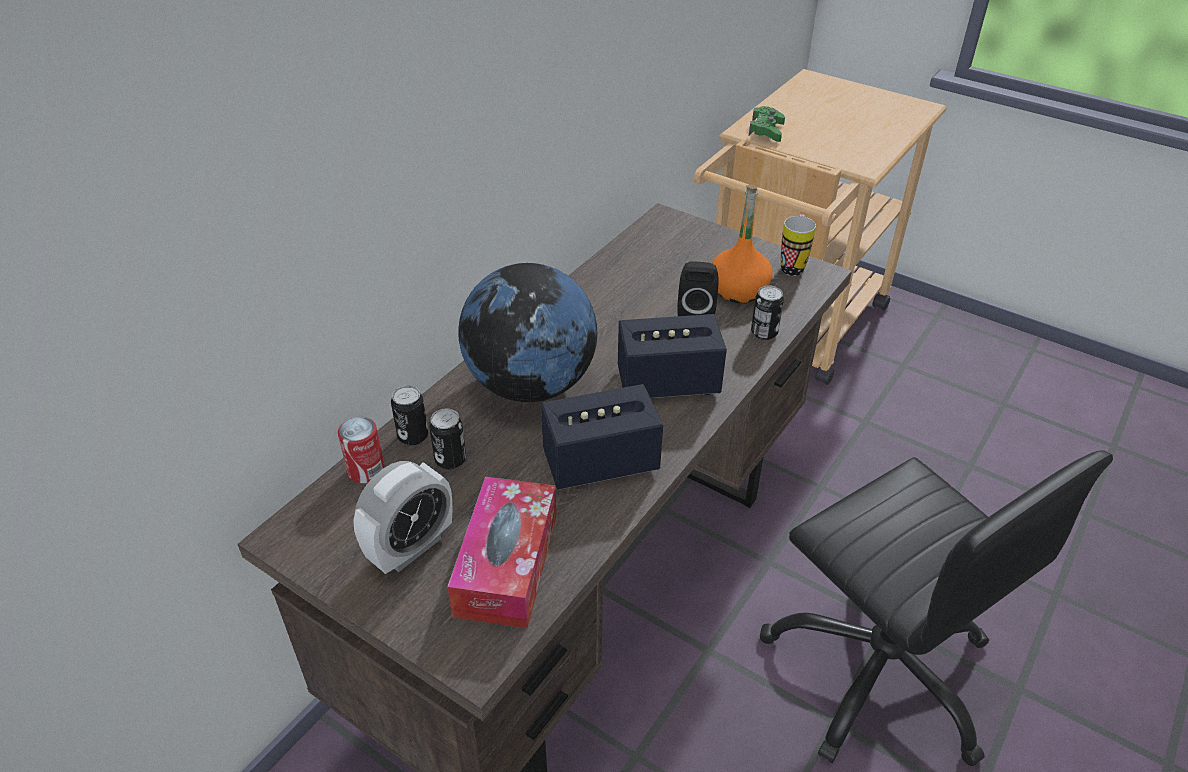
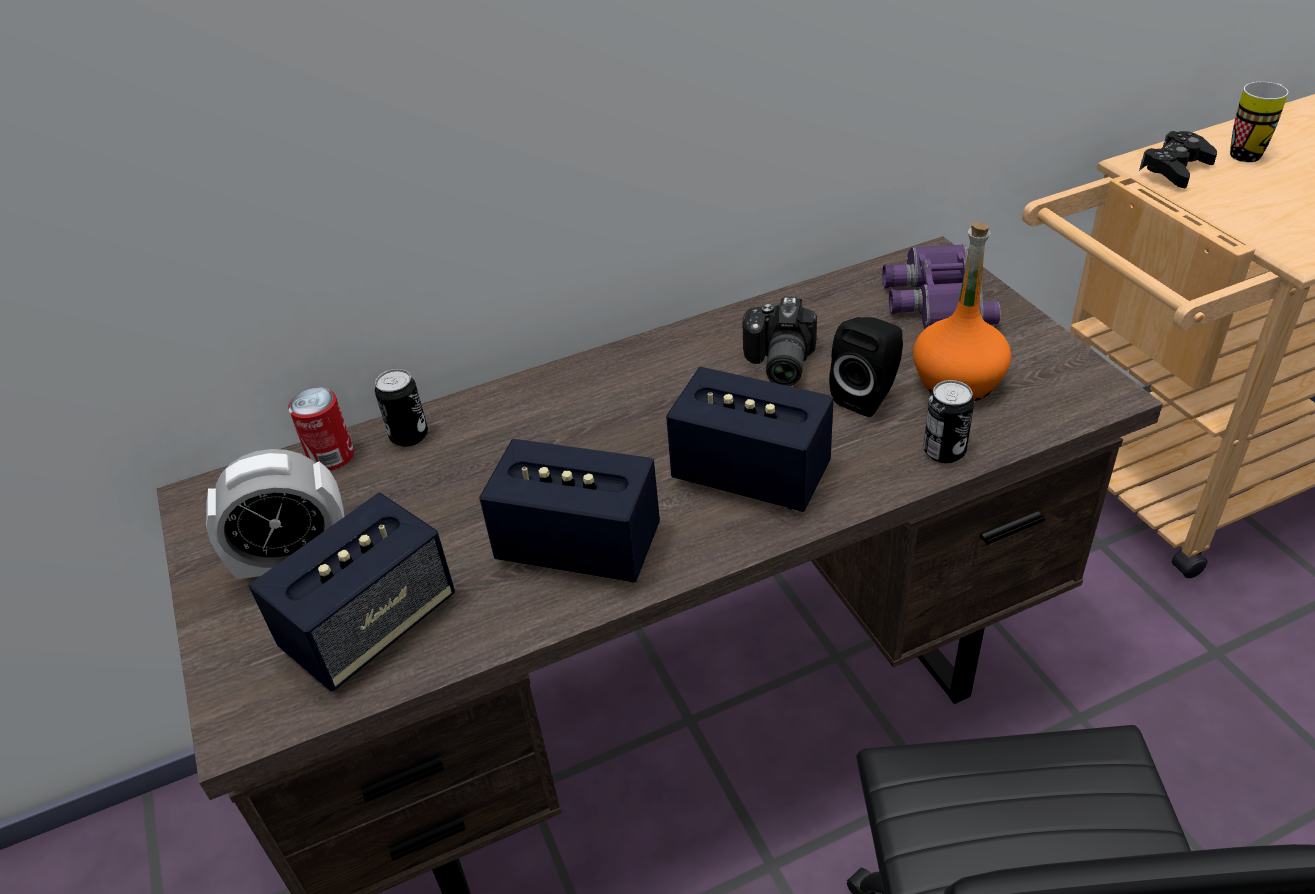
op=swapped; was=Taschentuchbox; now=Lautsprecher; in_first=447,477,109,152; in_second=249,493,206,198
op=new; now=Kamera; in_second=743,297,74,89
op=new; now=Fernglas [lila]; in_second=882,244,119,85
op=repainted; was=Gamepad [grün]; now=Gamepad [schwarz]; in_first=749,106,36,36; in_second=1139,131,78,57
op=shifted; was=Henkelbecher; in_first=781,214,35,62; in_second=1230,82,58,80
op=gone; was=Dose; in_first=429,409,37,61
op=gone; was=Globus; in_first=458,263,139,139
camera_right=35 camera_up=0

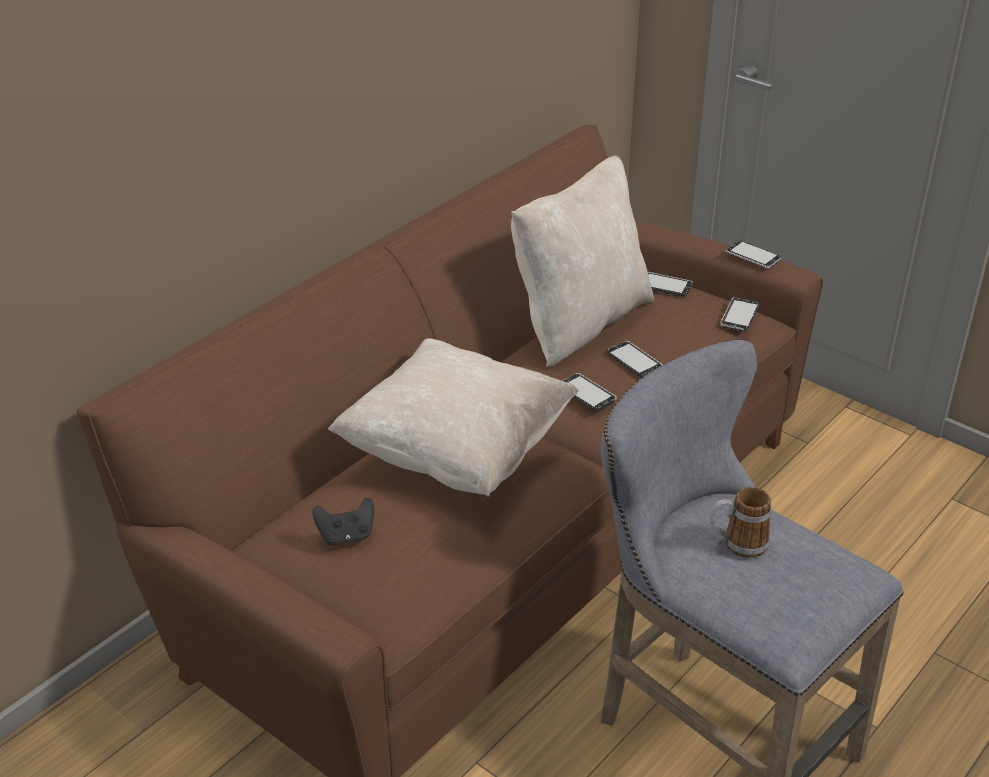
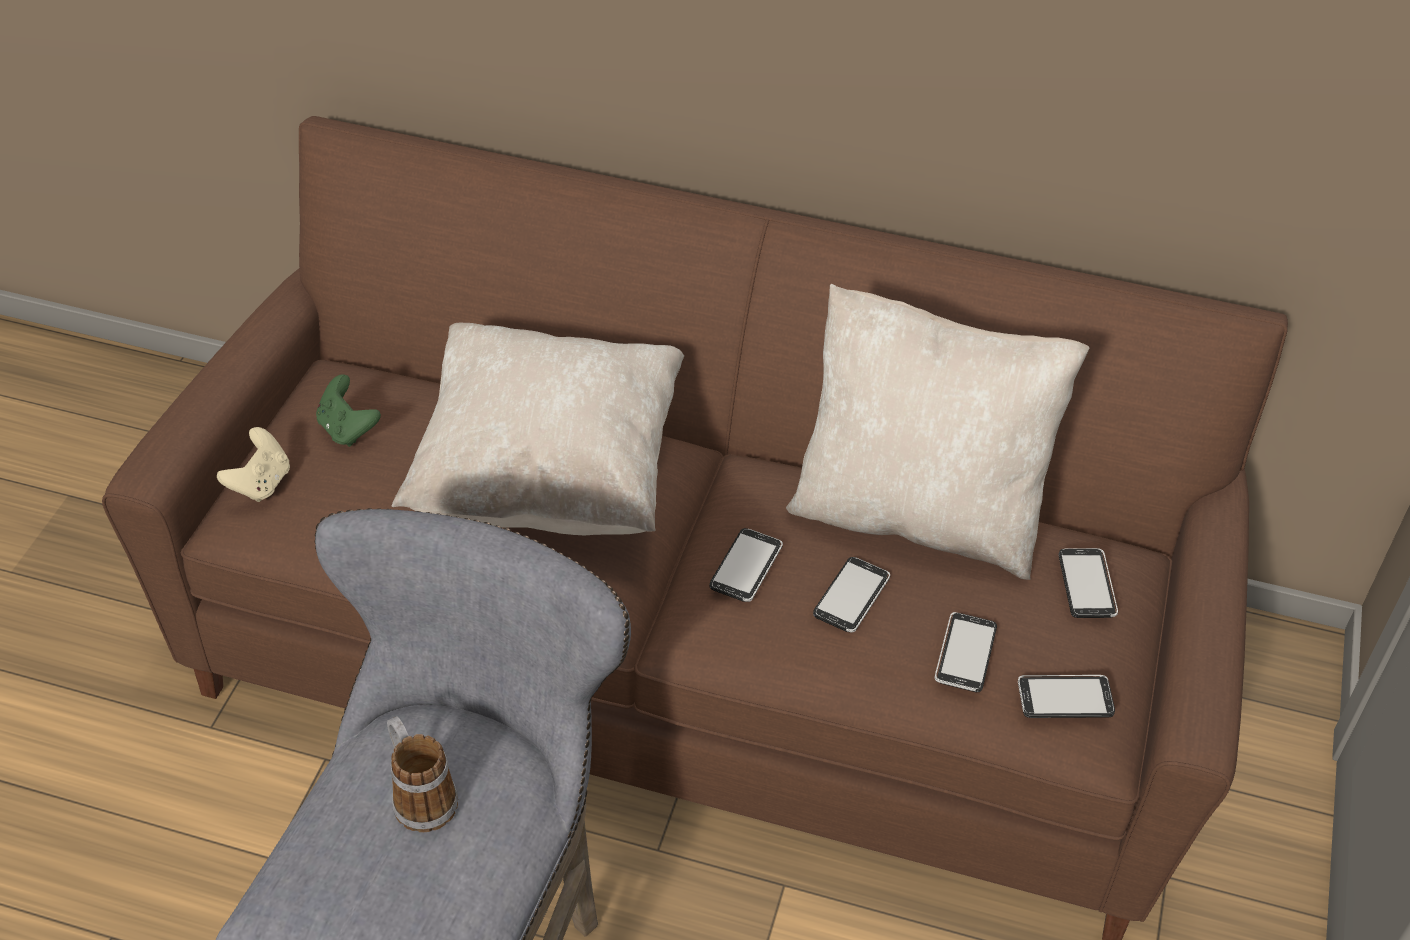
op=new; now=Gamepad [beige]; in_second=217,427,73,75
op=repainted; was=Gamepad [schwarz]; now=Gamepad [grün]; in_first=313,497,61,48; in_second=316,374,65,73
op=shifted; was=Handy; in_first=725,240,56,29; in_second=934,612,63,80
camera_right=65 camera_up=10

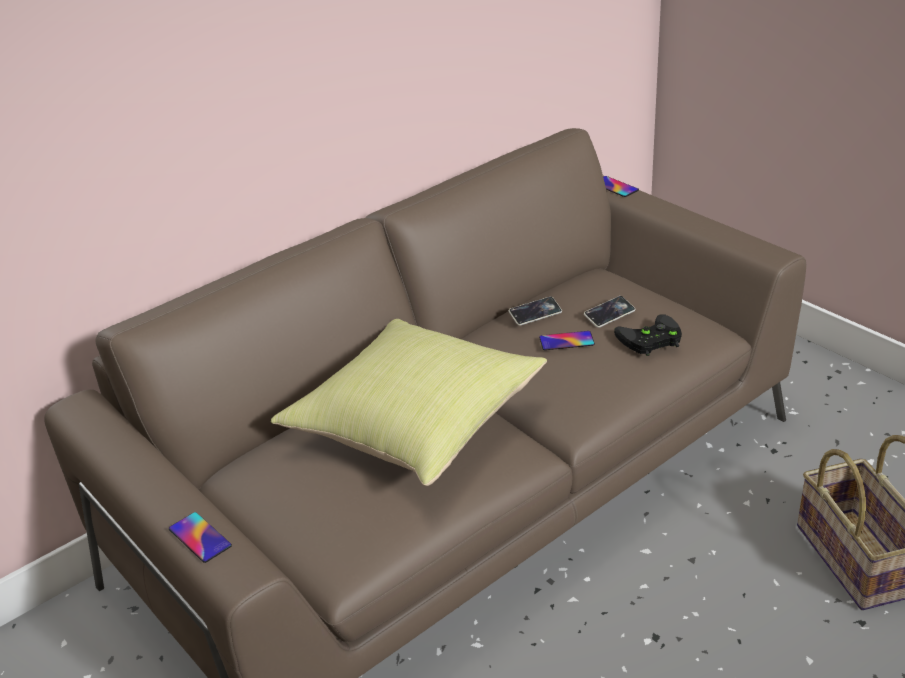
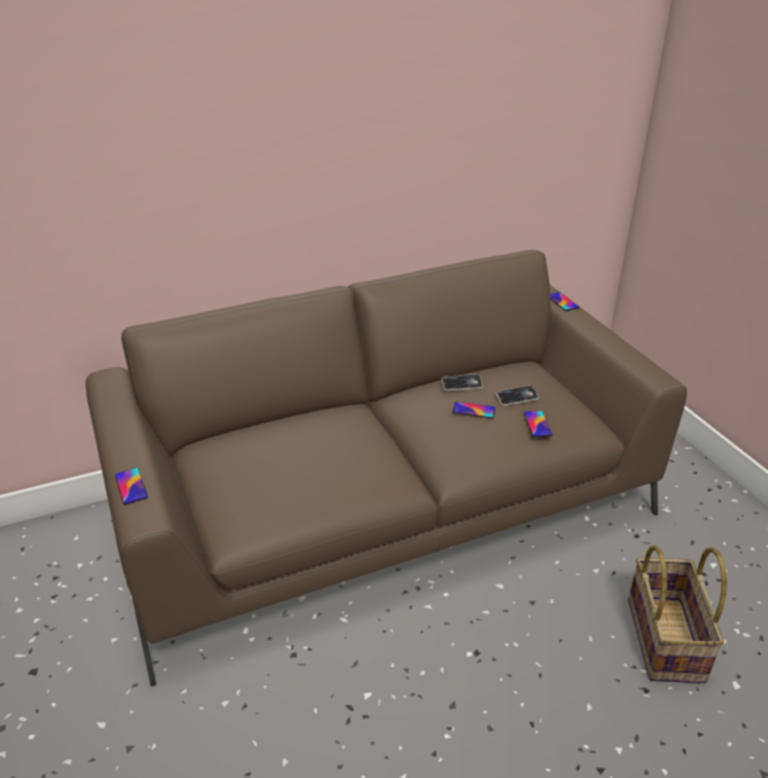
op=swapped; was=Gamepad [schwarz]; now=Handy; in_first=614,315,68,41; in_second=523,411,29,26
op=gone; was=Kissen [gelb]; in_first=271,319,276,167
camera_right=15 camera_up=0

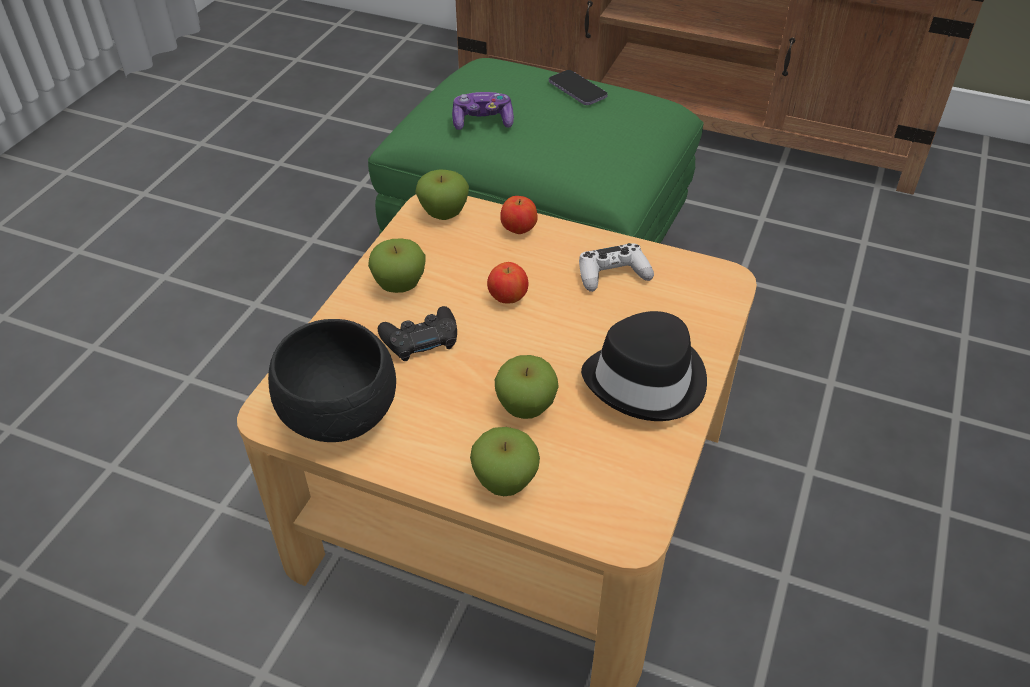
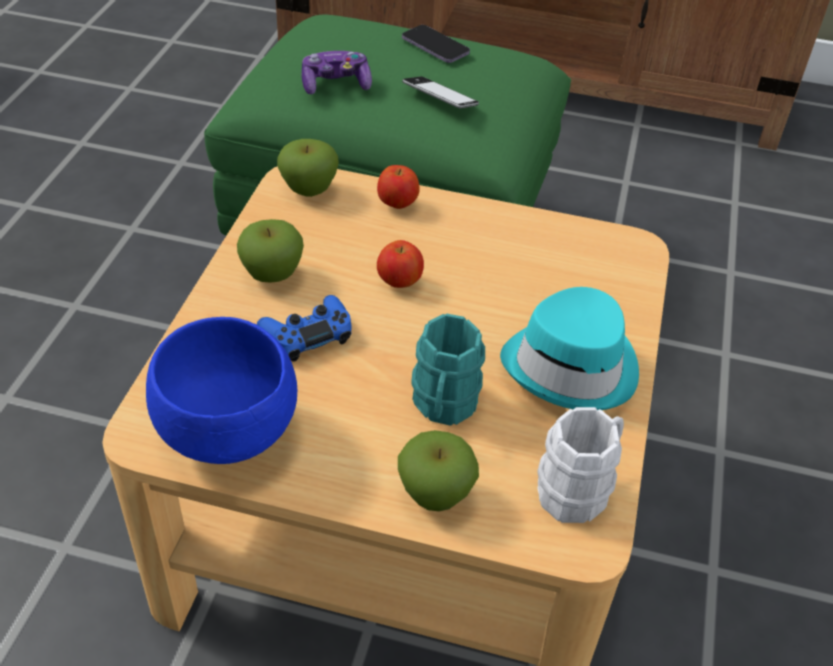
op=repainted; was=Schüssel [schwarz]; now=Schüssel [blau]; in_first=268,319,128,123; in_second=146,317,151,147
op=repainted; was=Gamepad [schwarz]; now=Gamepad [blau]; in_first=378,306,79,55; in_second=257,295,94,67
op=new; now=Handy; in_second=402,76,77,33
op=swapped; was=Apfel; now=Henkelbecher [türkis]; in_first=495,355,64,64; in_second=411,313,74,113
op=repainted; was=Hut [schwarz]; now=Hut [türkis]; in_first=581,311,126,110; in_second=500,287,139,123
op=new; now=Henkelbecher [weiß]; in_second=537,407,87,116
op=gone; was=Gamepad [weiß]; in_first=579,243,75,49
camera_right=-10 camera_up=0

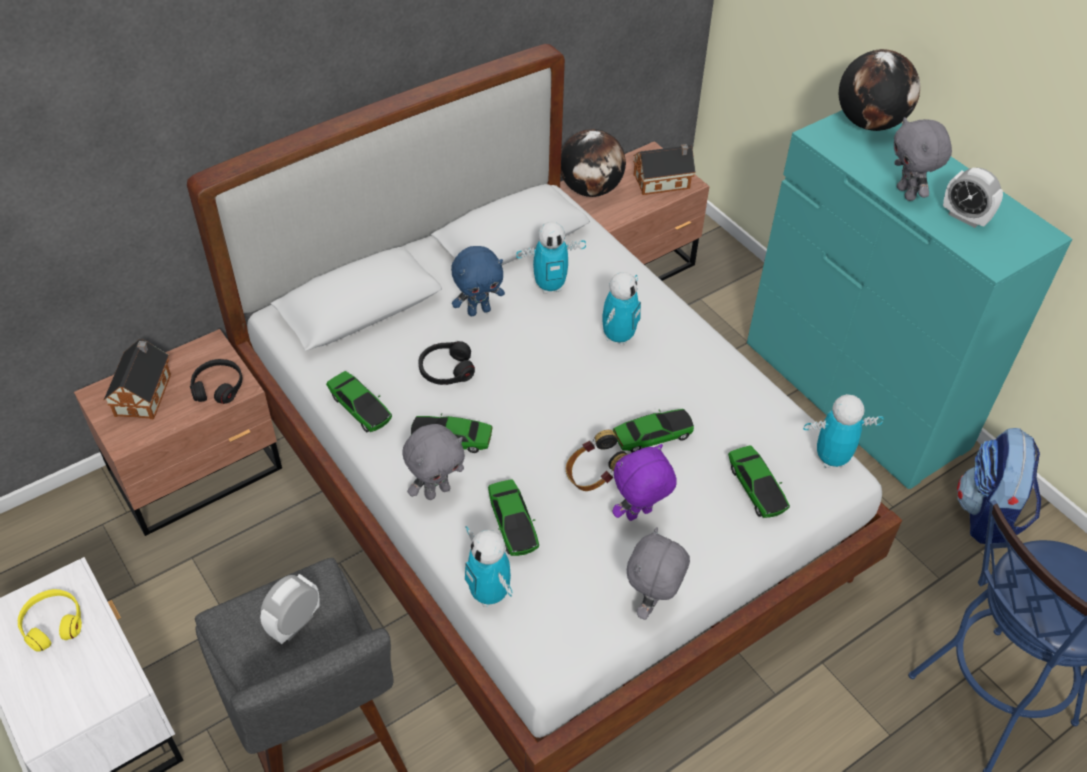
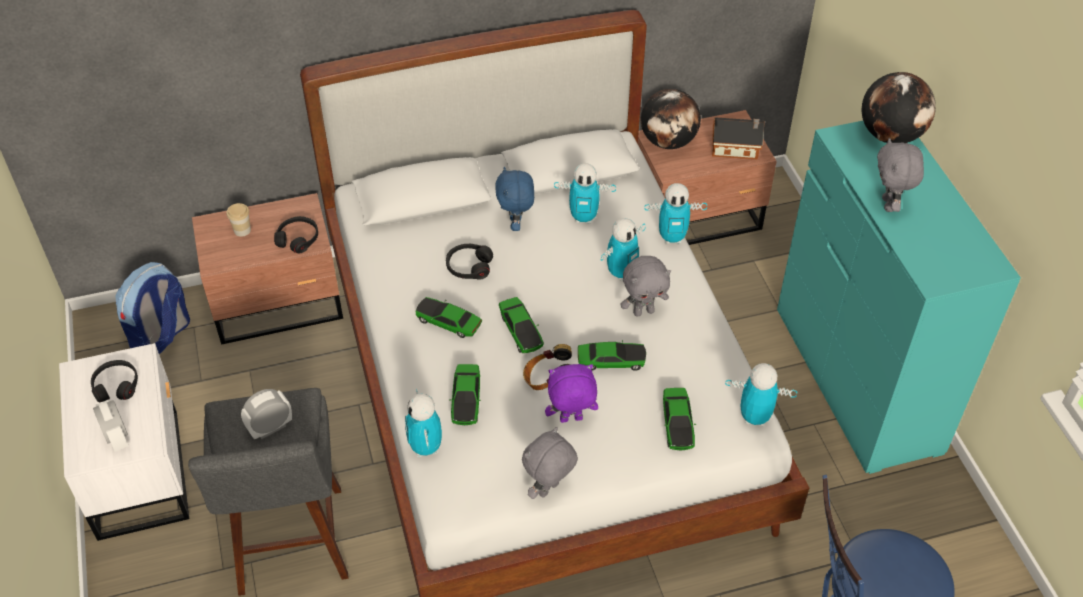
op=repainted; was=Kopfhörer [gelb]; now=Kopfhörer [schwarz]; in_first=18,589,64,62; in_second=91,360,47,42
op=shifted; was=Wecker; in_first=943,168,60,60; in_second=93,400,35,52
op=shifted; was=Rucksack; in_first=957,428,84,116; in_second=115,262,75,92
op=swapped; was=Spielzeughaus; now=Tasse; in_first=104,339,67,80; in_second=227,203,24,34
op=rotated; was=Plüschtier [blau]; in_first=451,246,54,70; in_second=495,166,39,65; clockwise=90
op=shifted; was=Spielzeugauto; in_first=326,371,66,61; in_second=499,297,45,56
op=shifted; was=Plüschtier [grau]; in_first=402,424,63,76; in_second=620,256,51,61
op=new; now=Spielzeugroboter; in_second=644,183,63,61
camera_right=20 camera_up=0

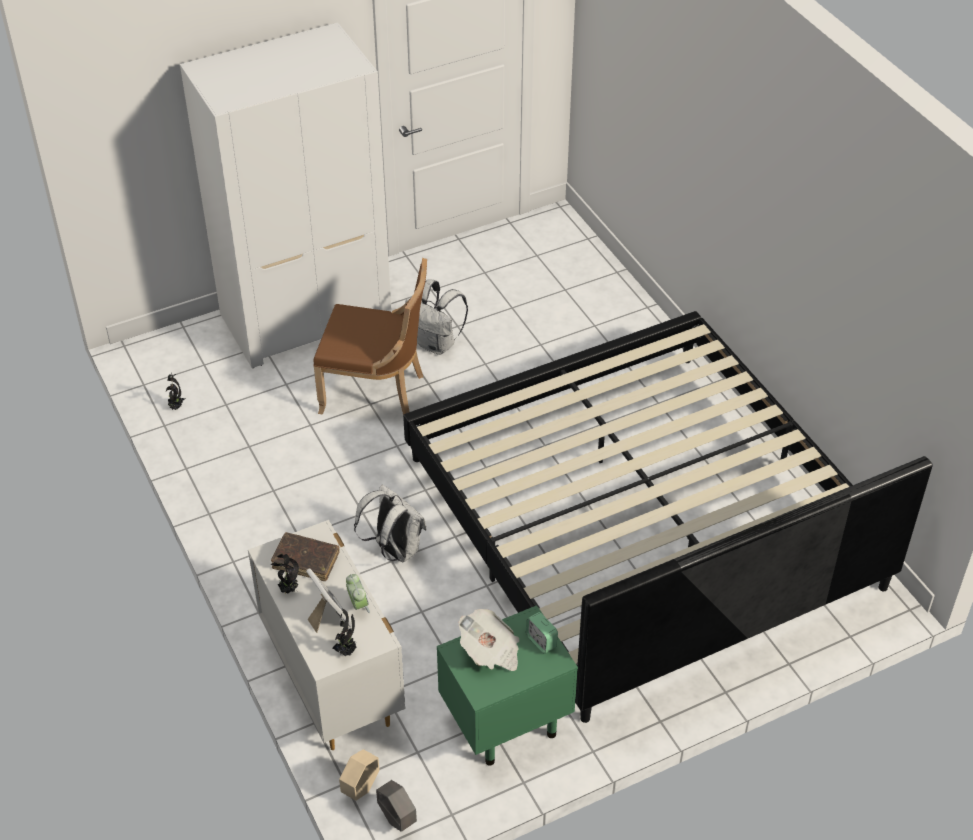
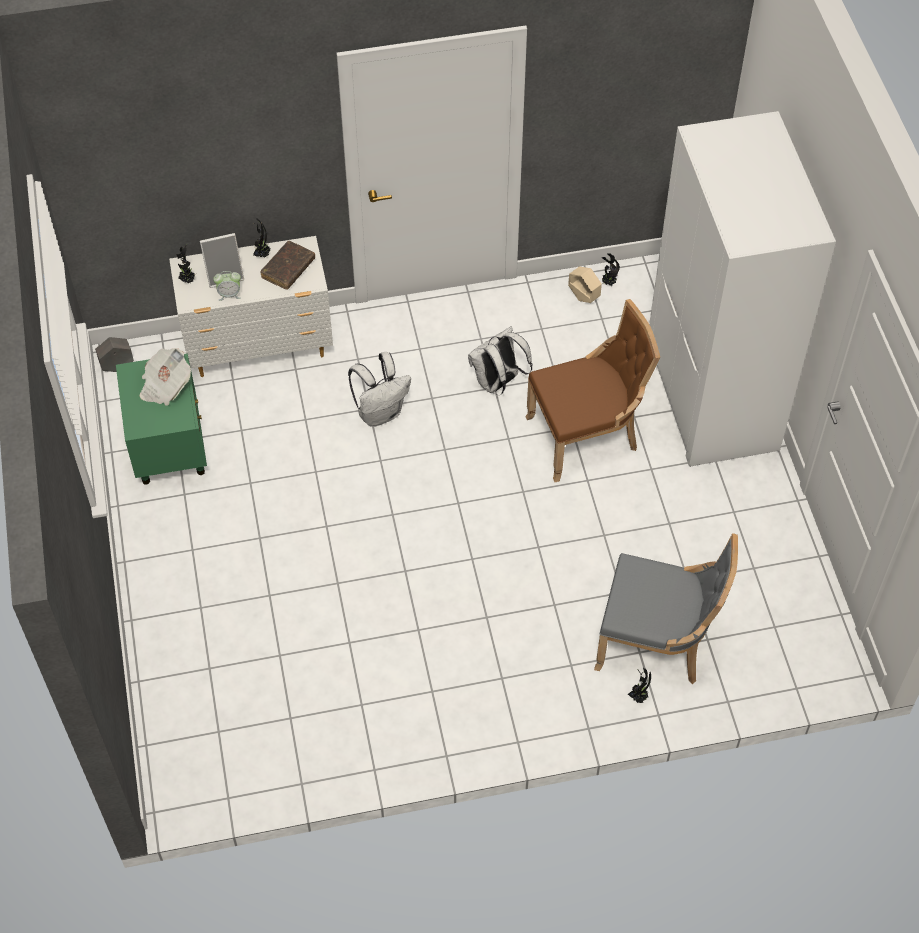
op=shifted; was=Rucksack [weiß]; in_first=406,279,62,76; in_second=468,326,64,69
op=rotated; was=Stuhl [braun]; in_first=313,258,114,157; in_second=525,299,135,183; clockwise=-135
op=shifted; was=Pflanzkübel [beige]; in_first=339,749,40,52; in_second=568,266,34,37
op=new; now=Stuhl [grau]; in_second=594,533,144,151
op=new; now=Topfpflanze; in_second=628,668,23,35
op=gone; was=Bett; in_first=403,311,530,412
op=gone; was=Wecker; in_first=526,612,32,42
camera_right=105 camera_up=10

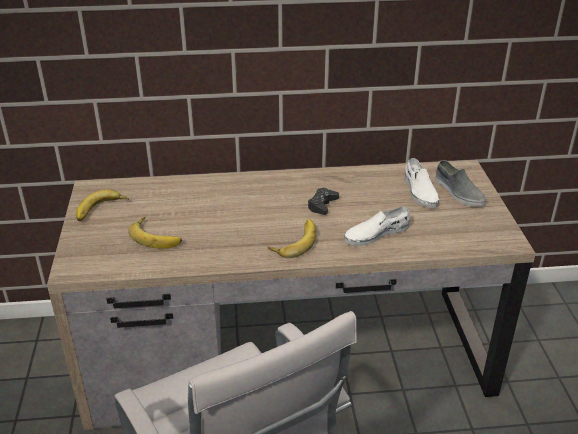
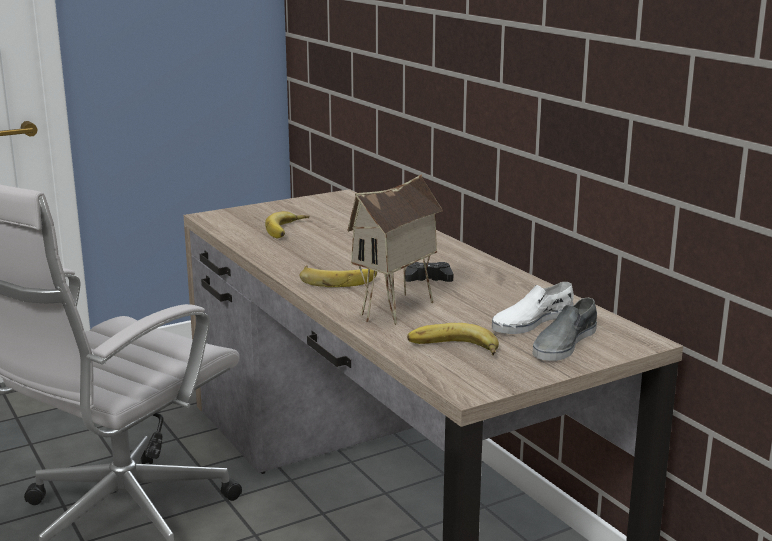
op=swapped; was=Schuh [weiß]; now=Spielzeughaus; in_first=344,206,66,40; in_second=347,175,96,150
op=shifted; was=Banane; in_first=76,190,53,31; in_second=407,323,92,32
camera_right=65 camera_up=-15

